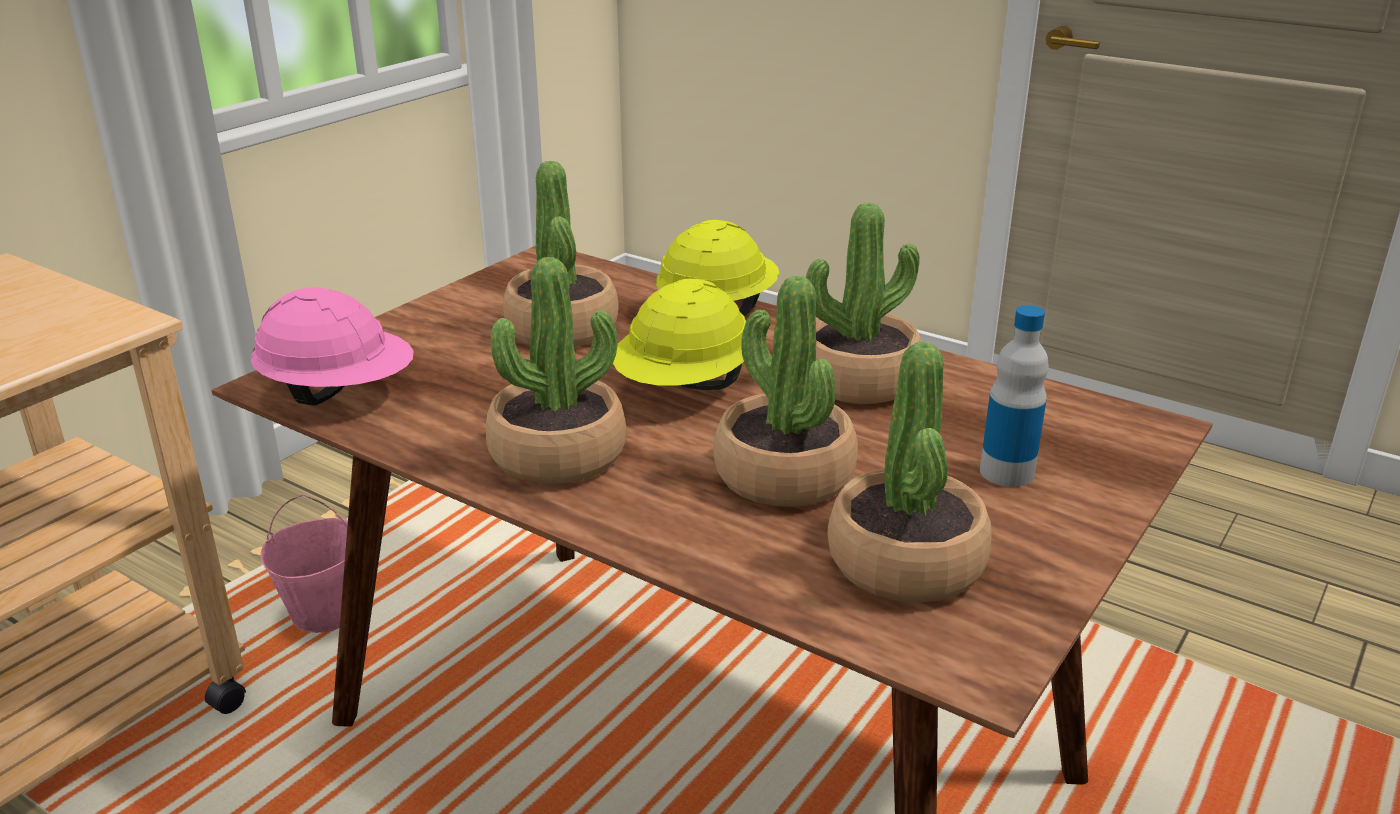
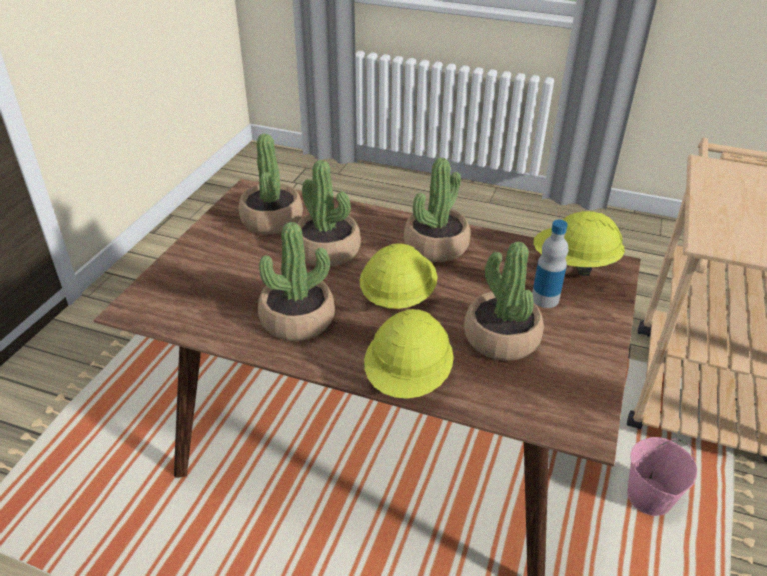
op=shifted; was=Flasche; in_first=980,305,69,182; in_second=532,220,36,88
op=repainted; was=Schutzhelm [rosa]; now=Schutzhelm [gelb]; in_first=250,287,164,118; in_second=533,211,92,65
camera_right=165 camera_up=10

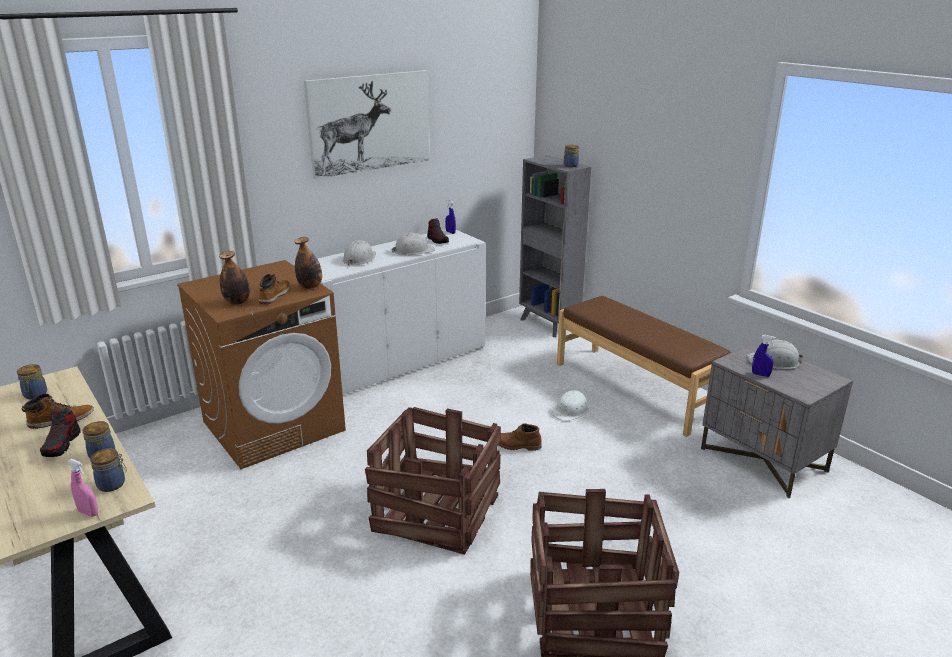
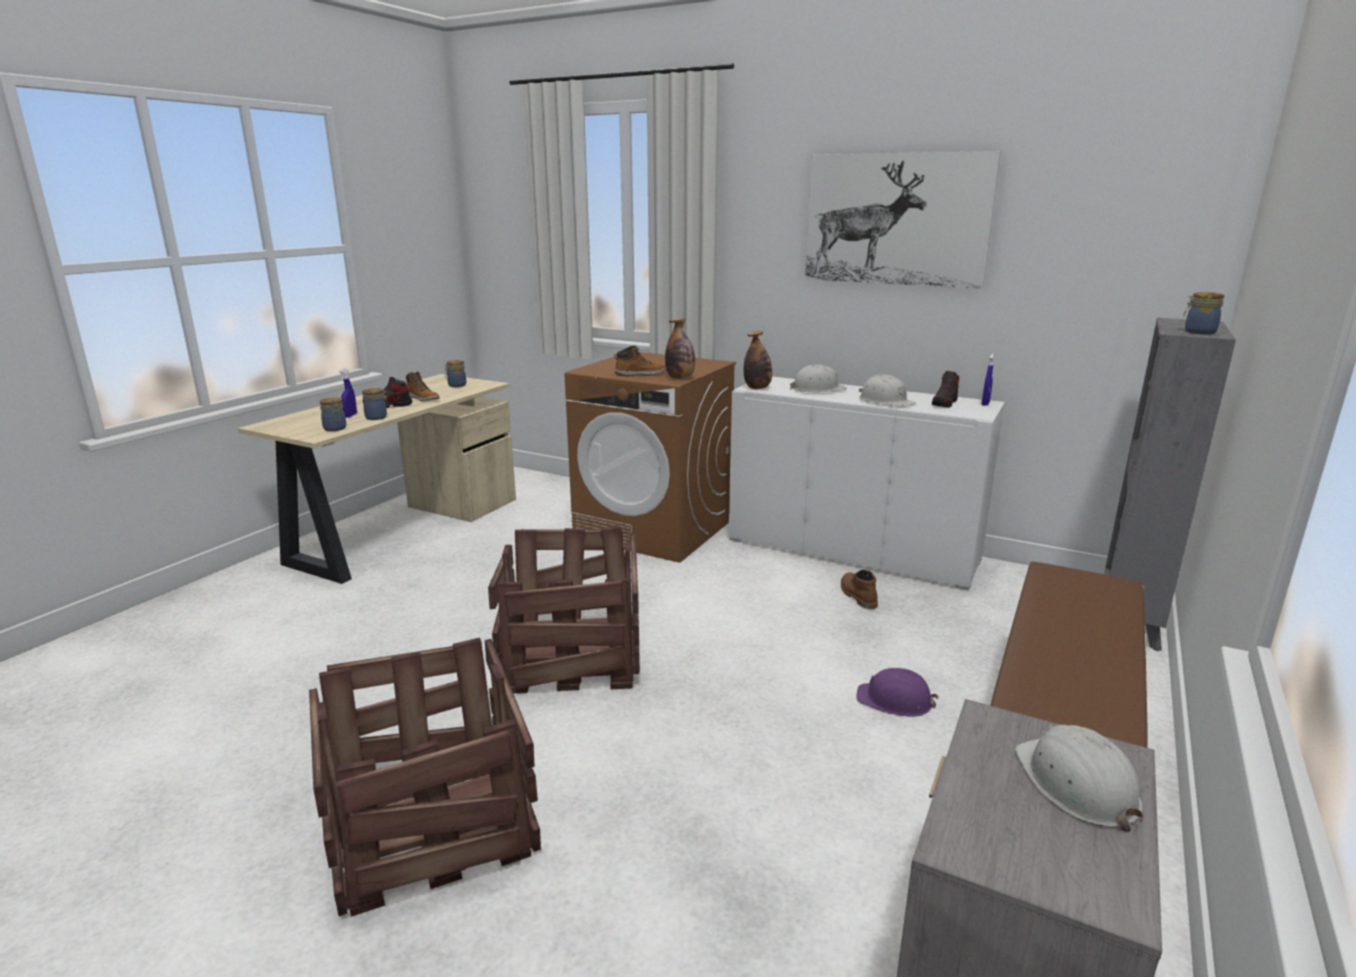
op=shifted; was=Sprühflasche [blau]; in_first=752,335,24,42; in_second=339,369,18,49
op=shifted; was=Flasche; in_first=219,251,31,54; in_second=744,331,28,58
op=shifted; was=Stiefel [braun]; in_first=498,423,44,28; in_second=841,570,37,39
op=repainted; was=Schutzhelm [weiß]; now=Schutzhelm [lila]; in_first=552,390,37,31; in_second=857,668,82,49
op=gone; was=Sprühflasche [rosa]; in_first=67,459,31,58
camera_right=65 camera_up=-5

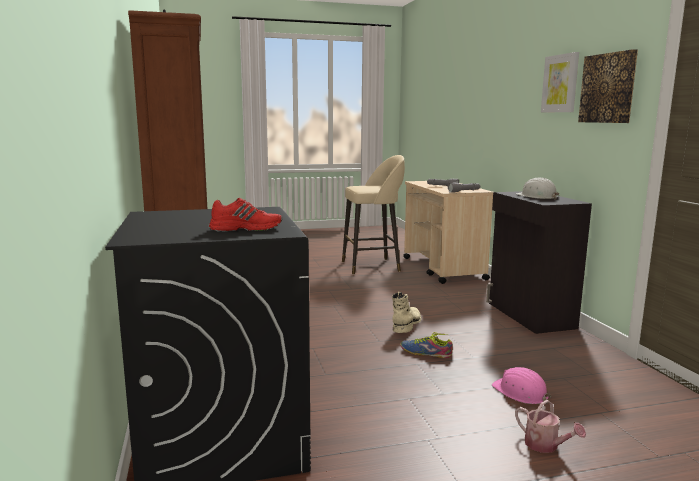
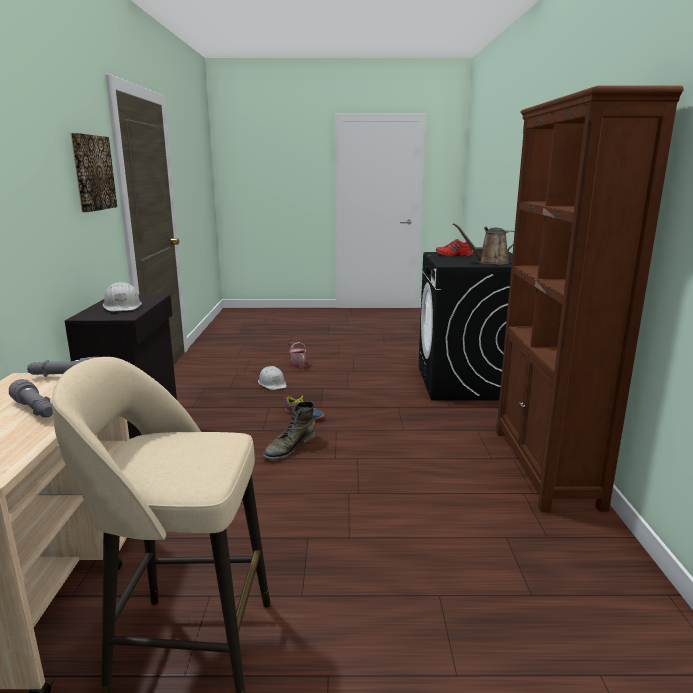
op=repainted; was=Schutzhelm [rosa]; now=Schutzhelm [weiß]; in_first=492,367,59,37; in_second=258,366,28,24
op=repainted; was=Stiefel [beige]; now=Stiefel [grün]; in_first=392,292,30,41; in_second=263,401,53,59
op=new; now=Gießkanne [braun]; in_second=453,223,62,42
op=gone; was=Bild; in_first=541,52,38,60
camera_right=-165 camera_up=5

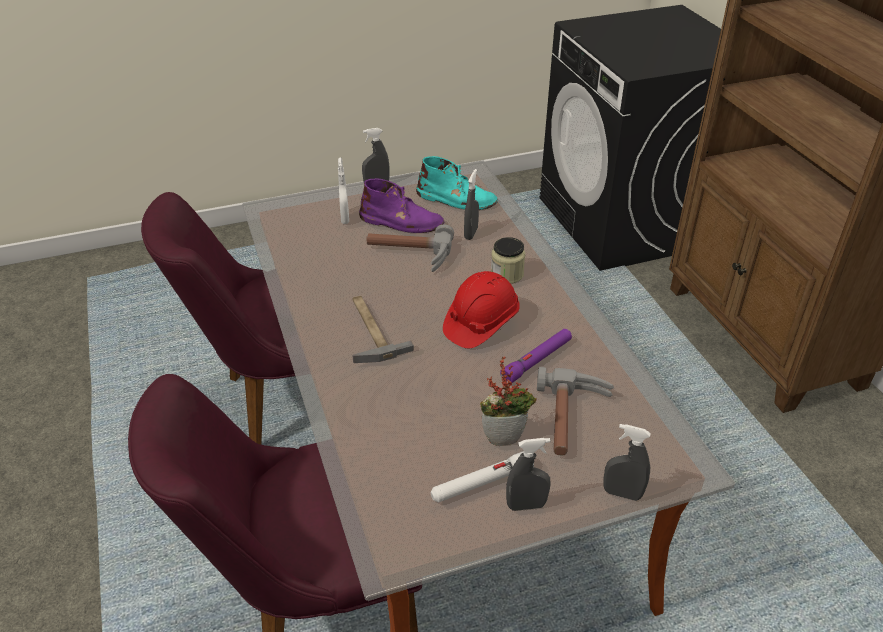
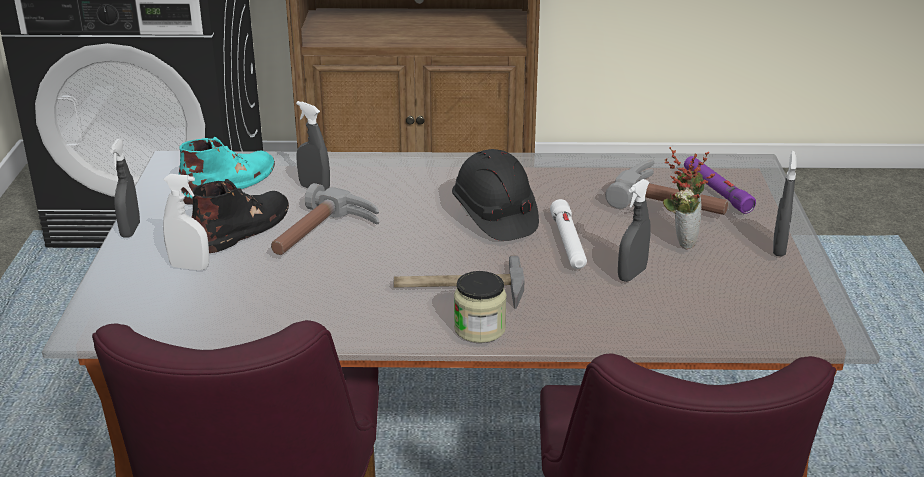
op=repainted; was=Stiefel [lila]; now=Stiefel [schwarz]; in_first=359,178,85,55; in_second=192,179,97,74
op=repainted; was=Schutzhelm [rot]; now=Schutzhelm [schwarz]; in_first=443,271,77,77; in_second=452,149,87,92
op=shifted; was=Vorratsglas; in_first=491,237,34,47; in_second=454,271,53,72
op=shifted; was=Taschenlampe [weiß]; in_first=431,451,103,52; in_second=550,199,37,70
op=shifted; was=Sprühflasche [grau]; in_first=603,424,48,77; in_second=618,179,33,103
op=shifted; was=Taschenlampe [lila]; in_first=500,329,72,54; in_second=684,156,72,58
camera_right=-70 camera_up=-10

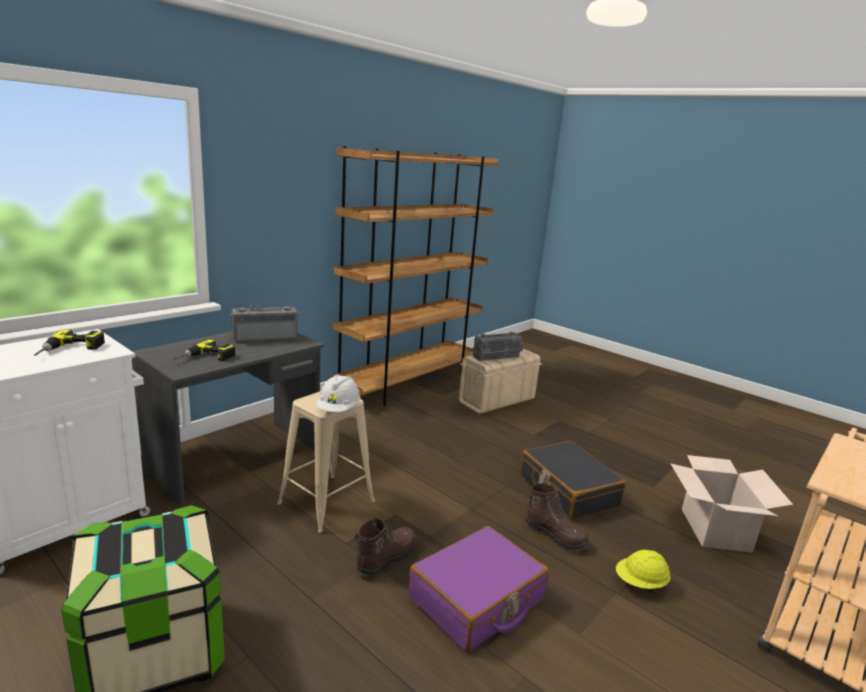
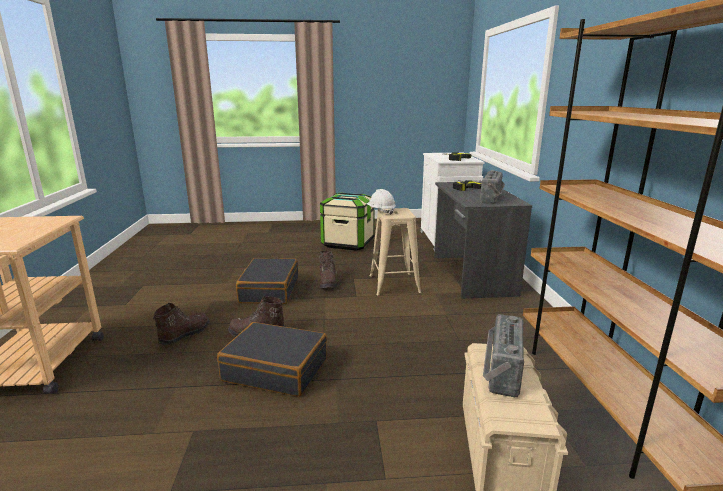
op=swapped; was=Schutzhelm [gelb]; now=Stiefel [braun]; in_first=616,550,55,43; in_second=153,303,57,42
op=repainted; was=Koffer [lila]; now=Koffer [schwarz]; in_first=409,526,140,126; in_second=236,258,62,46
op=gone; was=Karton; in_first=670,455,123,98
camera_right=135 camera_up=0

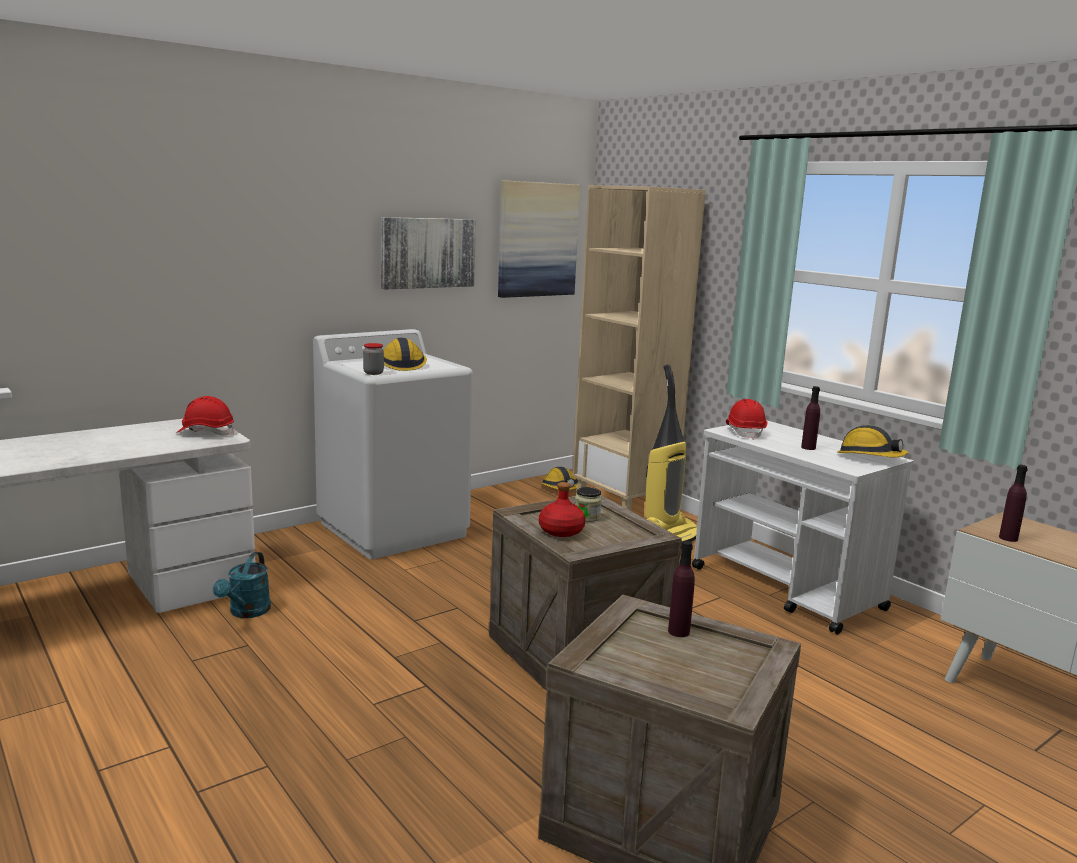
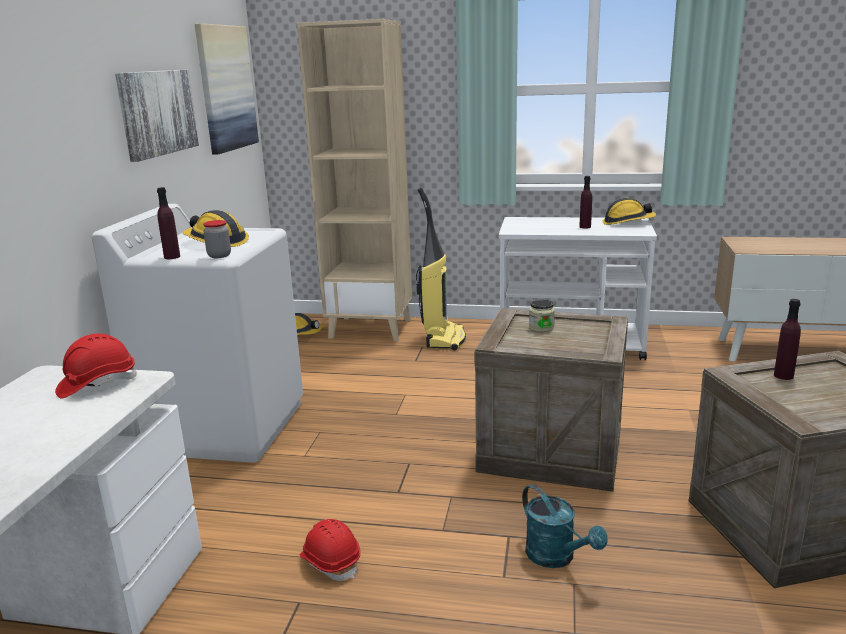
op=shifted; was=Flasche [lila]; in_first=999,465,29,77; in_second=157,187,23,72
op=shifted; was=Schutzhelm [rot]; in_first=726,399,41,41; in_second=300,519,61,62
op=shifted; was=Gießkanne [türkis]; in_first=213,552,58,66; in_second=522,484,85,84
op=gone; was=Flasche [rot]; in_first=539,482,47,55
camera_right=-40 camera_up=5

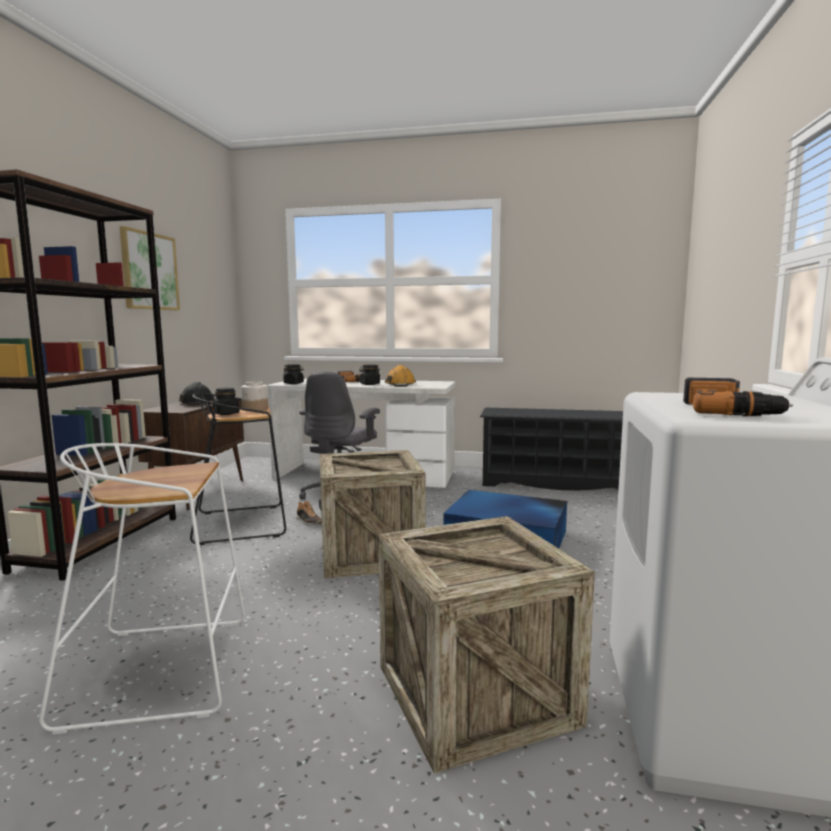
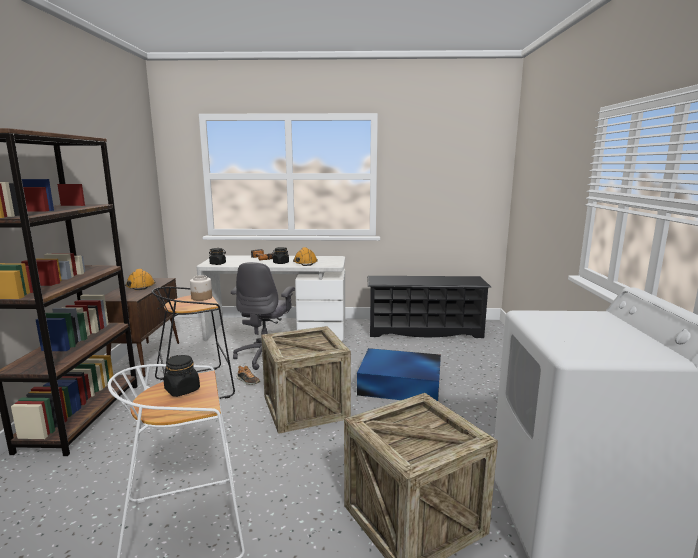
op=repainted; was=Schutzhelm [schwarz]; now=Schutzhelm [orange]; in_first=179,382,36,24; in_second=126,269,30,21
op=shifted; was=Vorratsglas [schwarz]; in_first=213,388,26,27; in_second=164,355,36,42
op=gone; was=Bild; in_first=119,226,61,84
op=gone; was=Bohrmaschine; in_first=683,378,110,38
camera_right=-10 camera_up=5

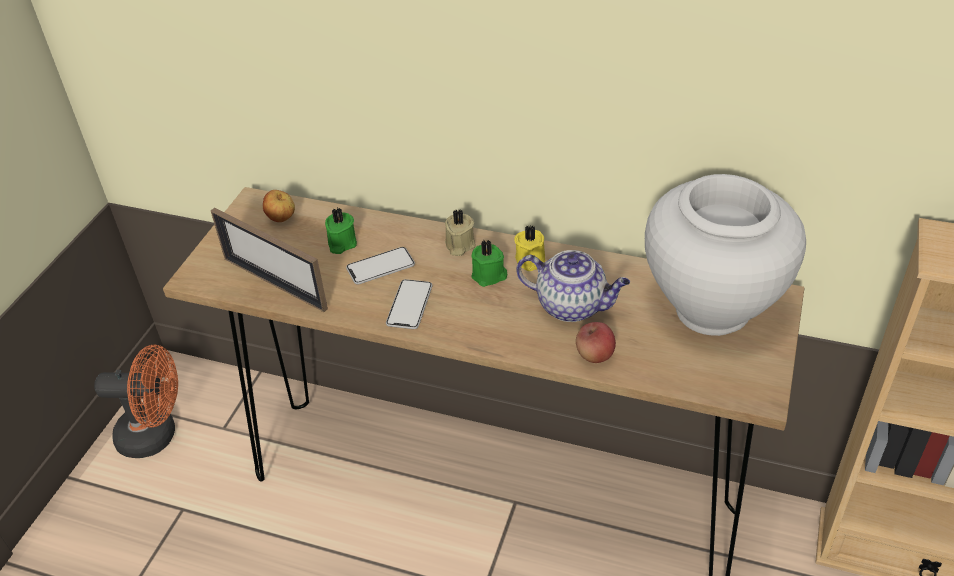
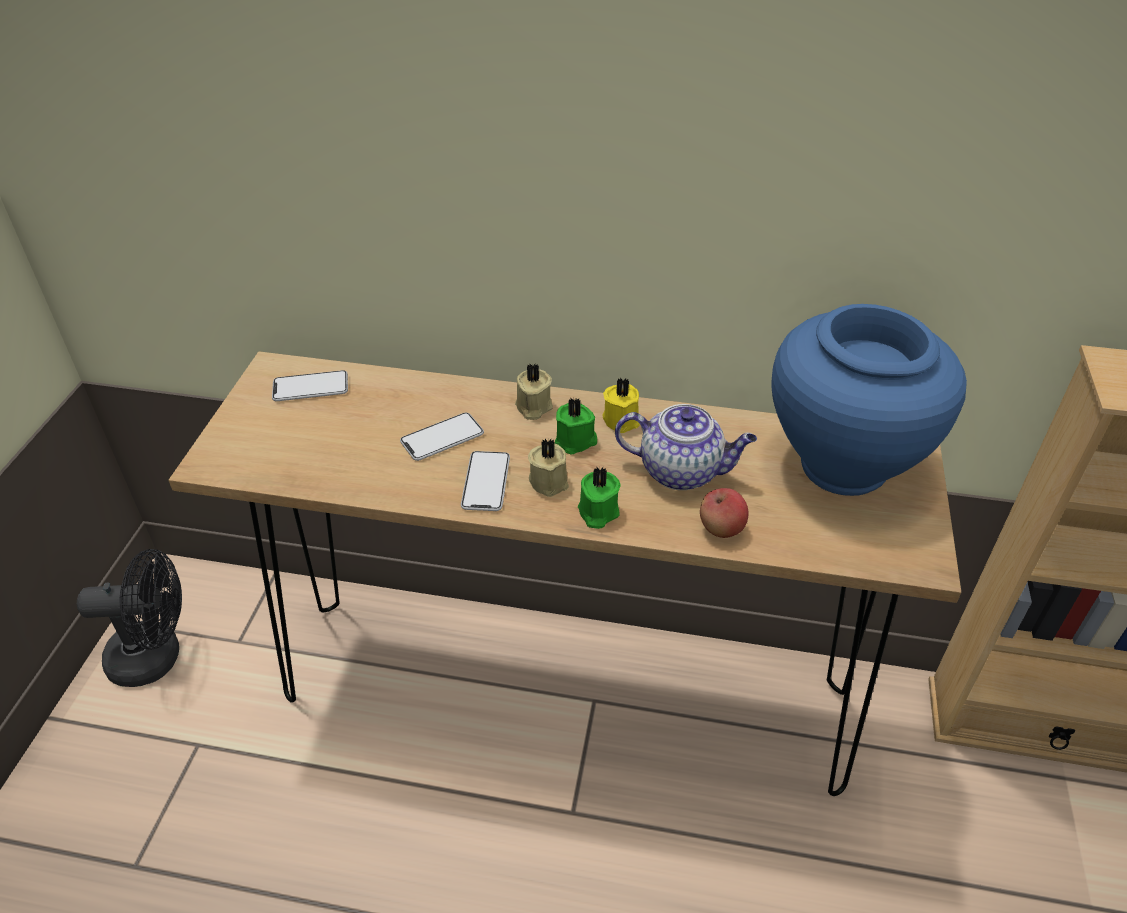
op=repainted; was=Ventilator [orange]; now=Ventilator [schwarz]; in_first=94,344,84,114; in_second=77,549,105,138
op=swapped; was=Apfel; now=Handy; in_first=263,190,32,32; in_second=272,370,76,31
op=new; now=Kerze [beige]; in_second=528,439,41,58
op=shifted; was=Kerze [grün]; in_first=325,208,32,46; in_second=578,467,43,62
op=repainted; was=Vase [weiß]; now=Vase [blau]; in_first=645,174,161,162; in_second=771,304,196,192
op=gone; was=Bilderrahmen; in_first=211,208,117,104
camera_right=-10 camera_up=0

